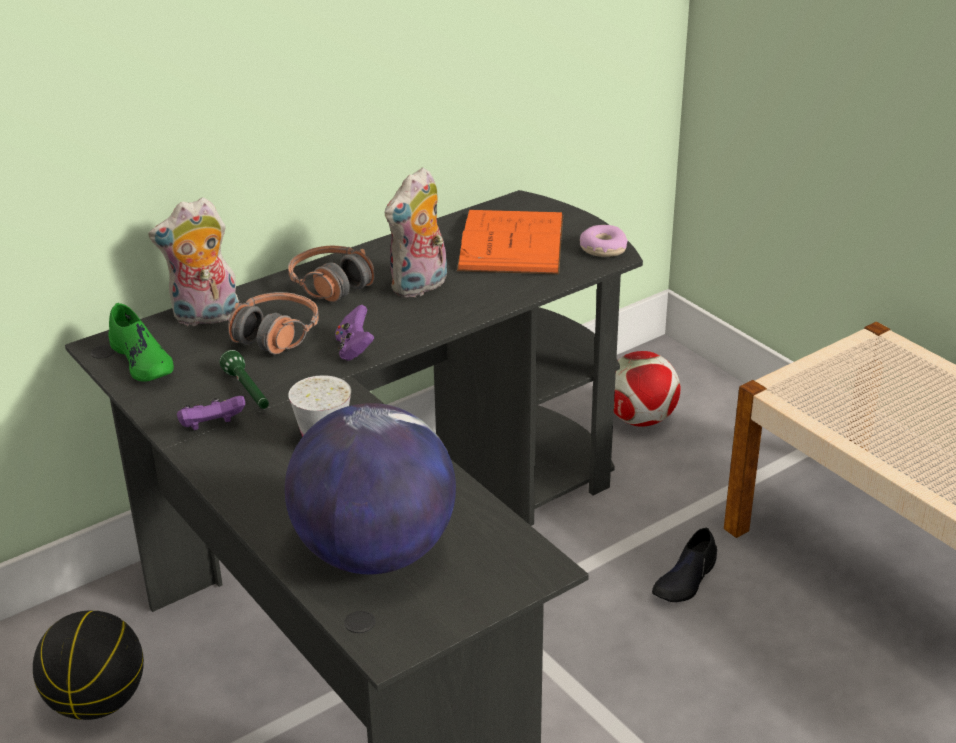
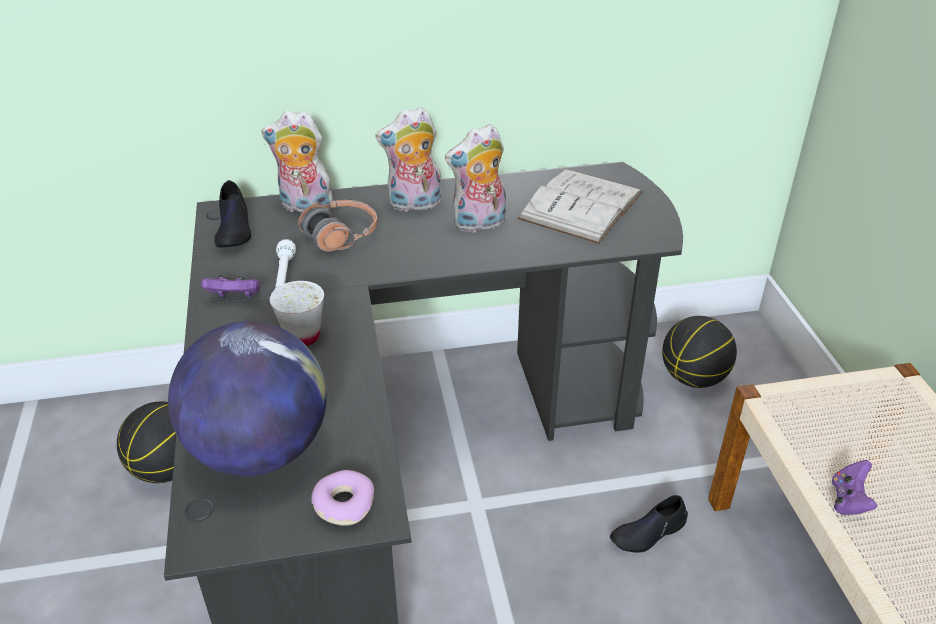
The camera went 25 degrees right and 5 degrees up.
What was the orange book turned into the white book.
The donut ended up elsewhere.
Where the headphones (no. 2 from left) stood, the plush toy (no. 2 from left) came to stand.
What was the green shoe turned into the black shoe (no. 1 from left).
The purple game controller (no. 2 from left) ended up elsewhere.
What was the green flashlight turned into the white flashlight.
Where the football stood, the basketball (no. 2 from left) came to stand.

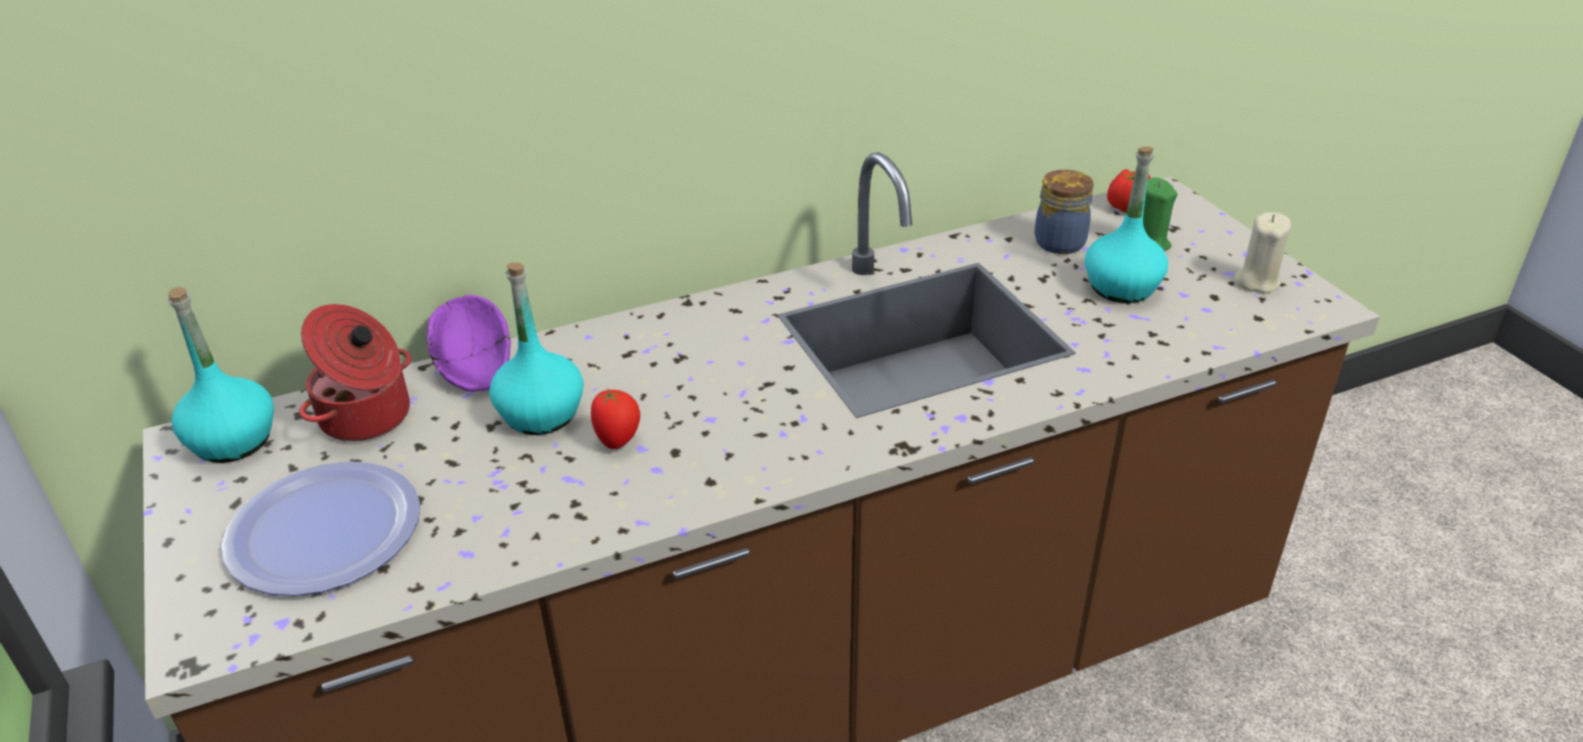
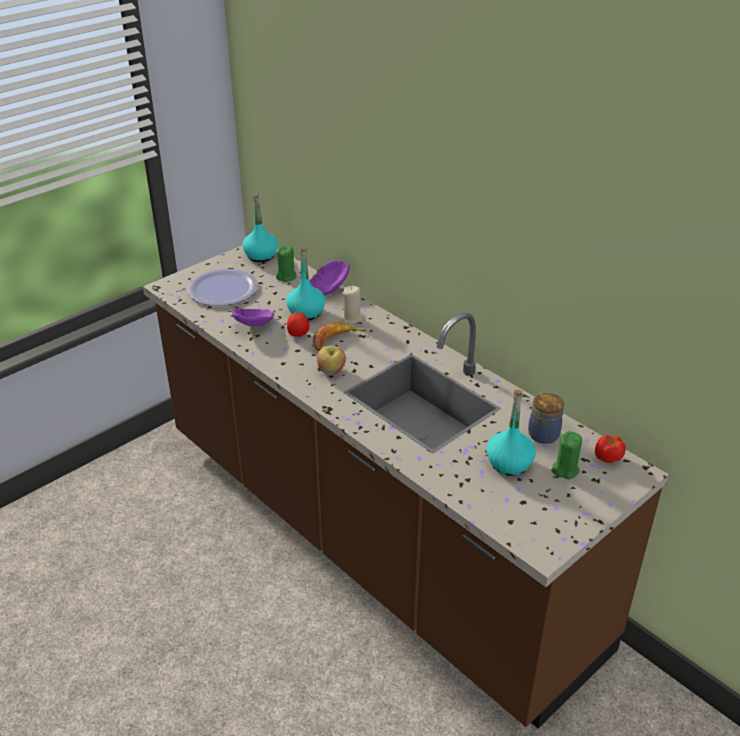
The camera went 70 degrees right and 0 degrees up.
The beige candle ended up elsewhere.
Where the cooking pot stood, the green candle (no. 1 from left) came to stand.
The second view gained the purple bowl (no. 1 from left).
The second view gained the banana.
The second view gained the apple.

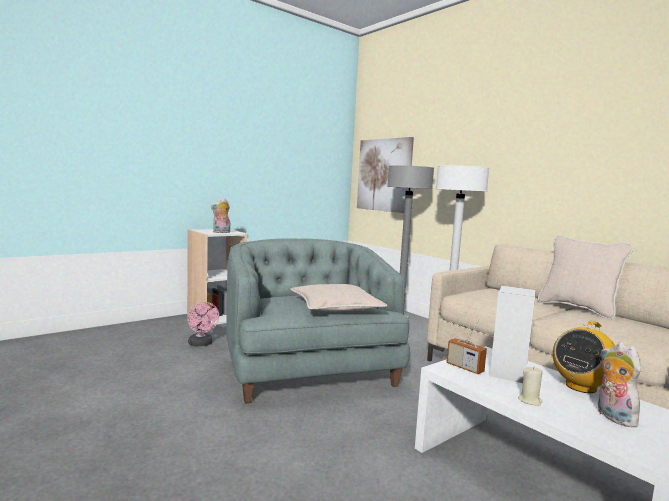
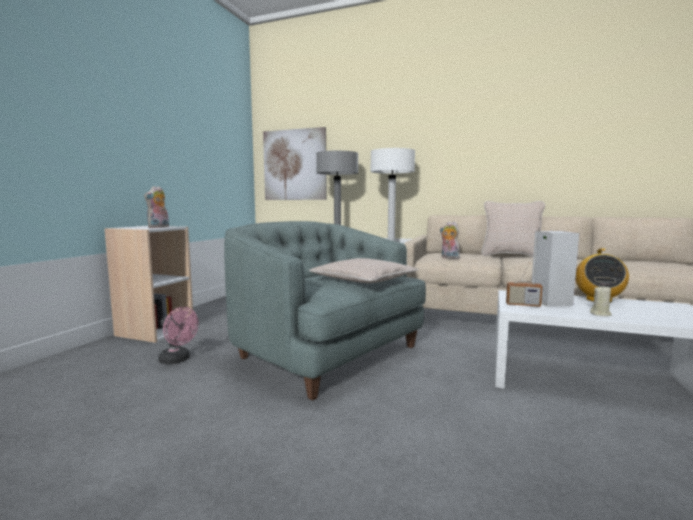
The camera went 30 degrees left and 0 degrees up.
The plush toy (no. 2 from left) ended up elsewhere.

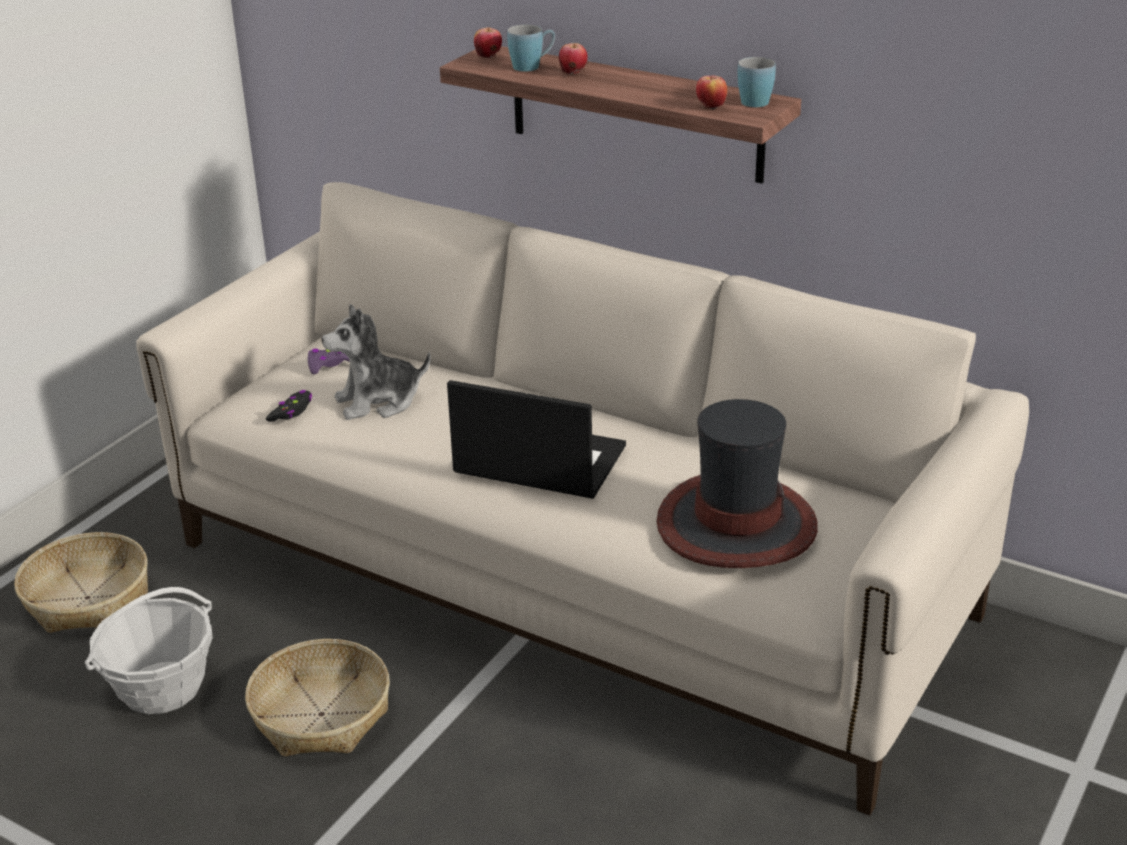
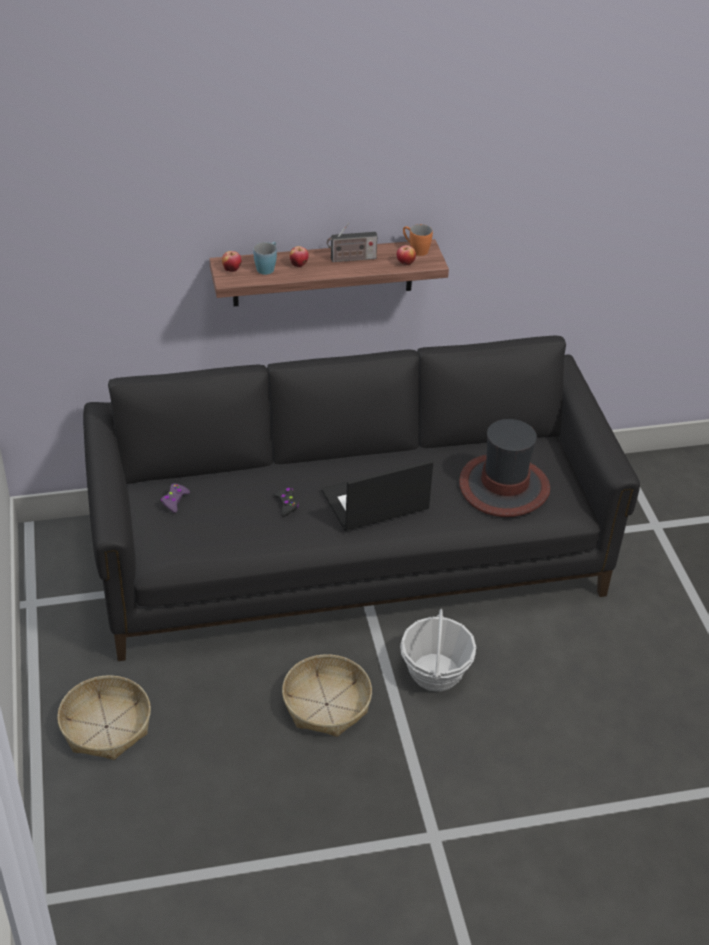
The camera went 45 degrees left and 10 degrees up.
What was the blue mug (no. 2 from left) turned into the orange mug.
What was the beige sofa turned into the black sofa.
The second view lost the plush toy.
The black game controller ended up elsewhere.
The basket (no. 2 from left in the first image) ended up elsewhere.
The second view gained the radio.

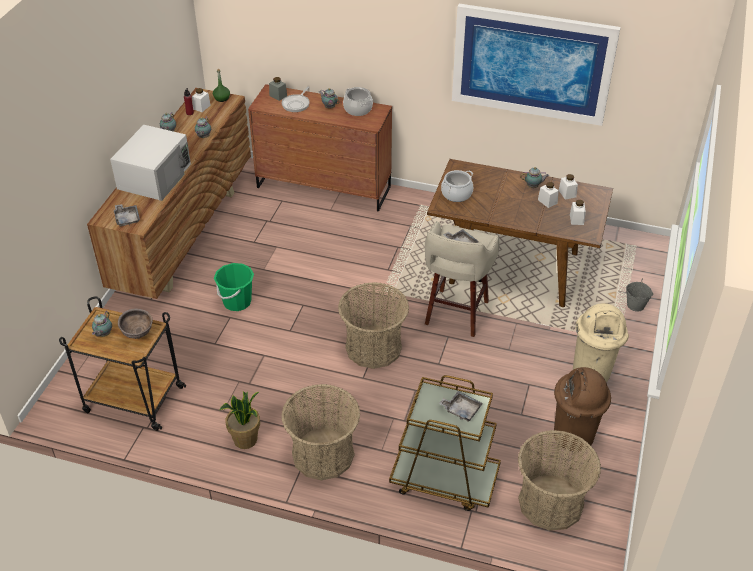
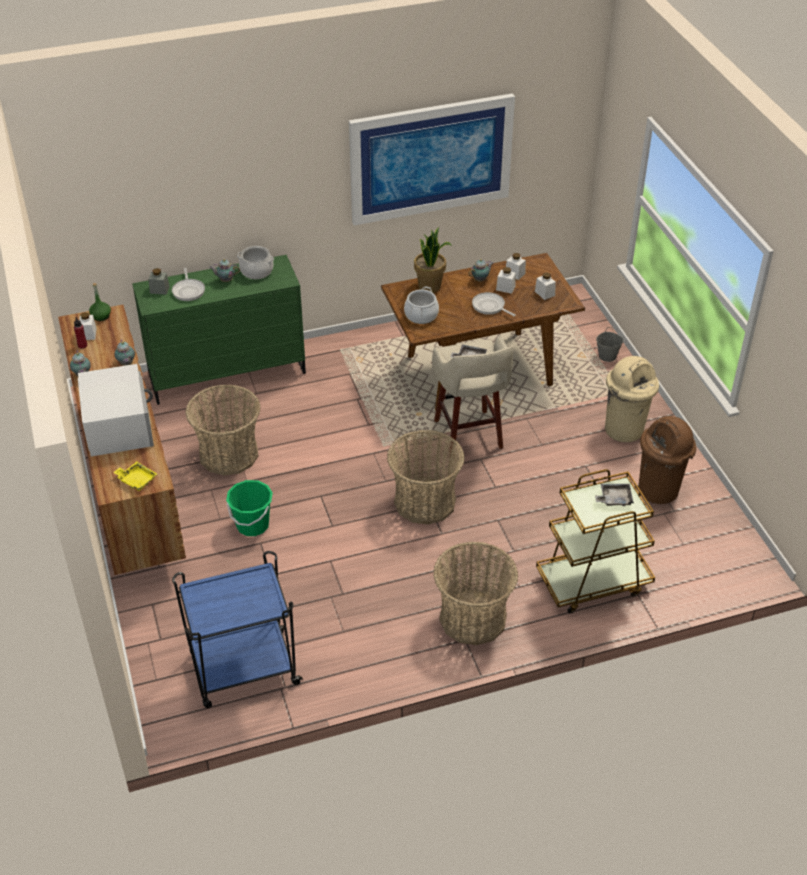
The camera went 35 degrees left and 0 degrees up.
What was the brown dresser turned into the green dresser.
What was the grey tray (no. 1 from left) turned into the yellow tray.
What was the brown cart (no. 1 from left) turned into the blue cart.
The second view lost the brown bowl.
The second view lost the teapot (no. 1 from left).
The potted plant ended up elsewhere.
The basket (no. 3 from left in the first image) ended up elsewhere.
The second view gained the frying pan (no. 2 from left).

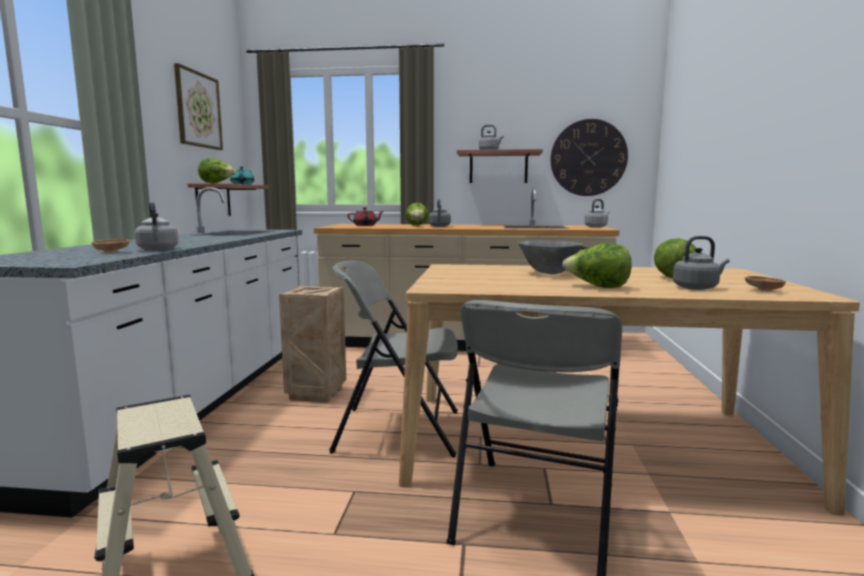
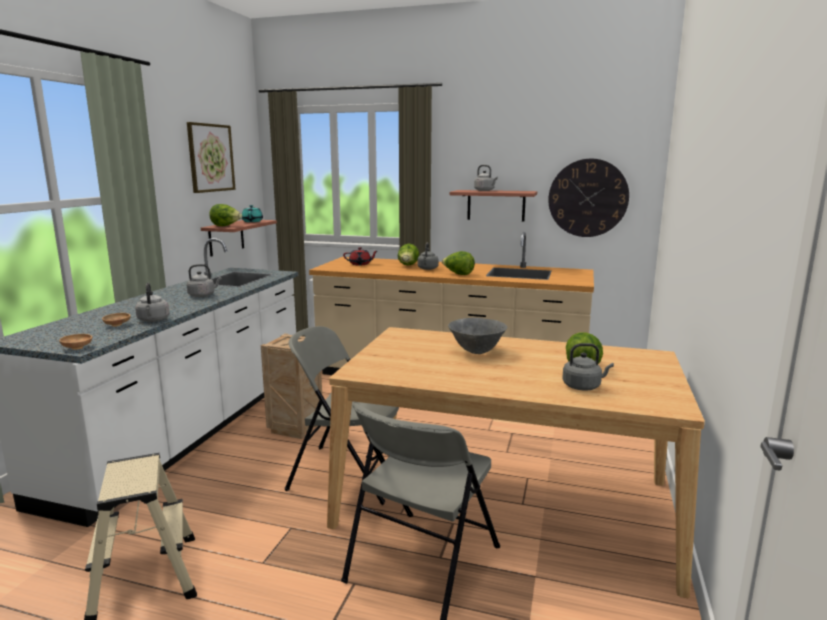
The camera went 10 degrees right and 5 degrees up.
The grey kettle (no. 4 from left in the first image) ended up elsewhere.
The lettuce (no. 3 from left) ended up elsewhere.
The brown bowl (no. 2 from left in the first image) ended up elsewhere.

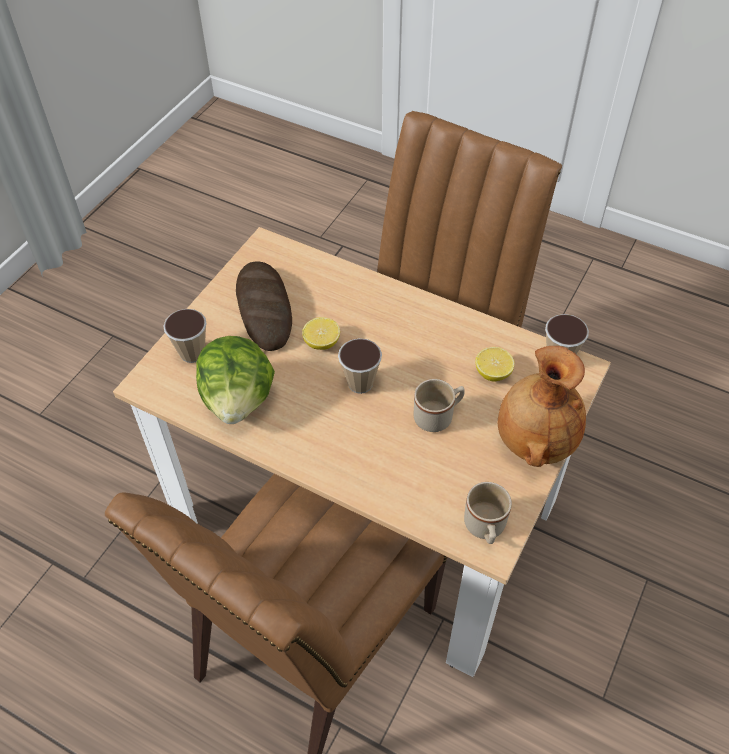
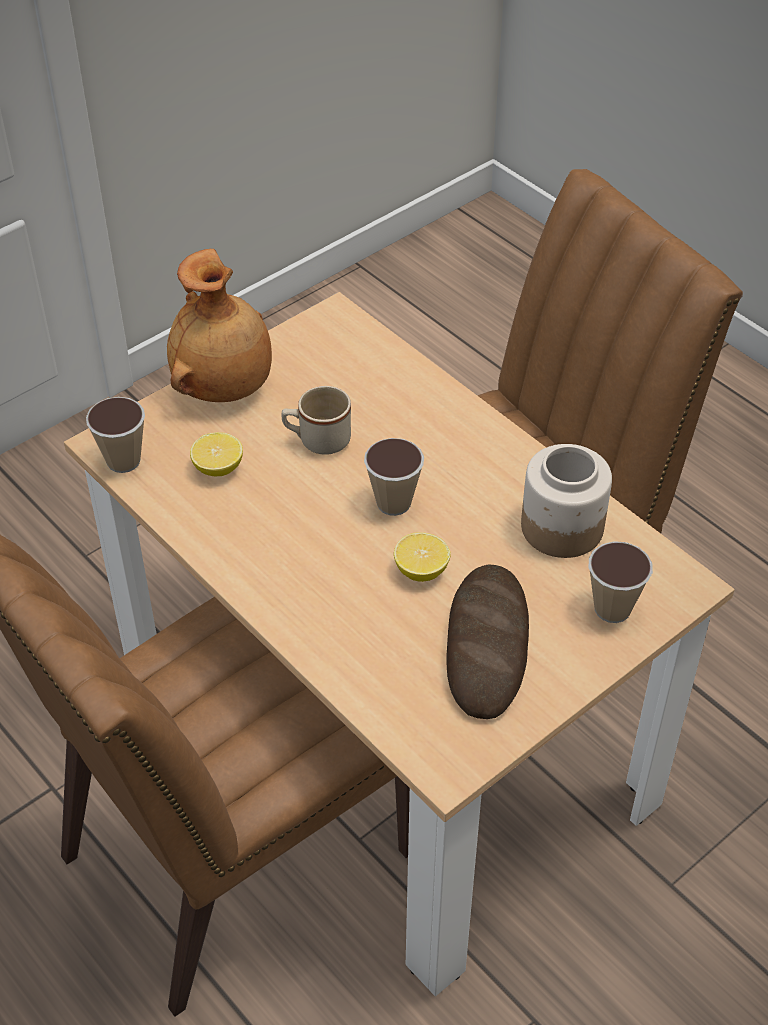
The camera went 160 degrees left and 5 degrees down.
Where the lettuce stood, the jar came to stand.
The second view lost the beige mug (no. 2 from left).

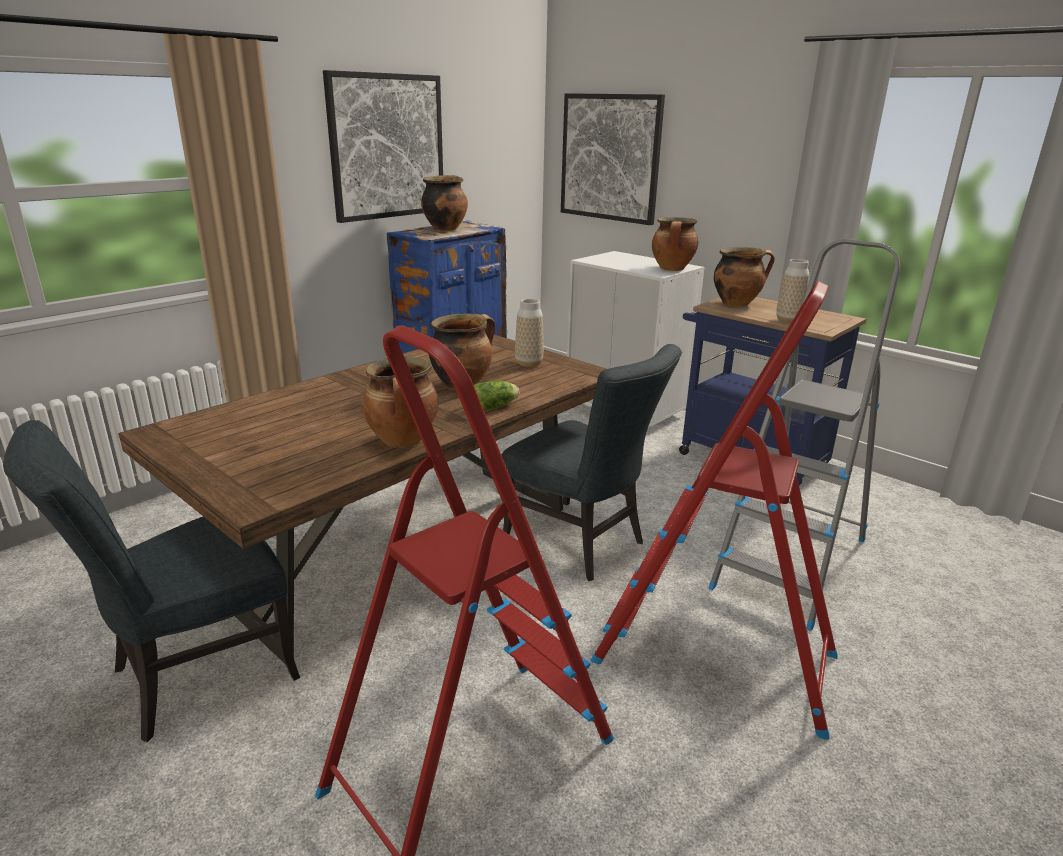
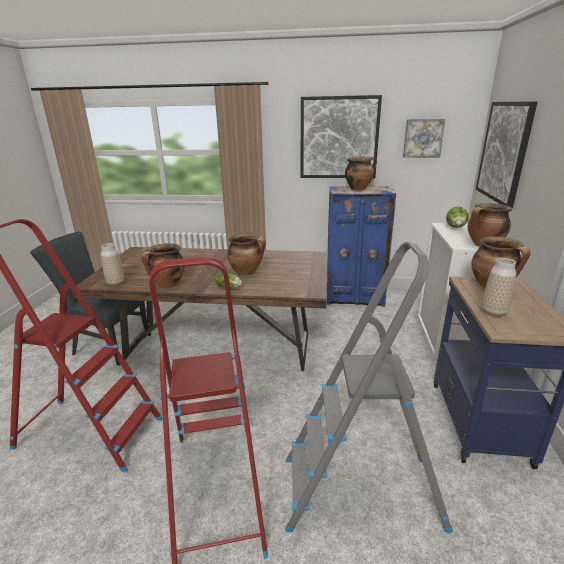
The camera went 55 degrees right and 0 degrees up.
The vase (no. 1 from left) ended up elsewhere.
The second view lost the grey chair (no. 2 from left).
The second view gained the picture (no. 2 from left).
The second view gained the lettuce (no. 2 from left).

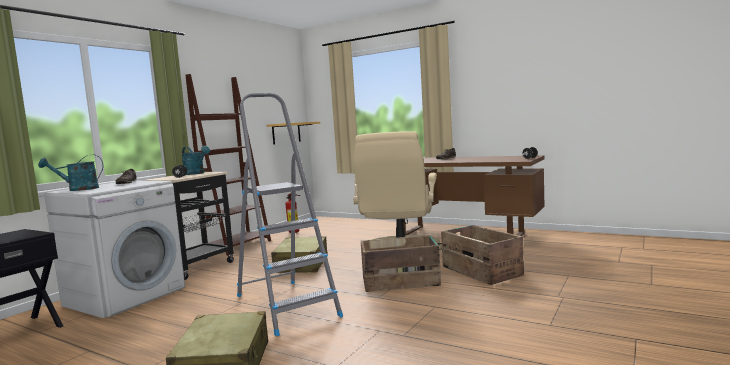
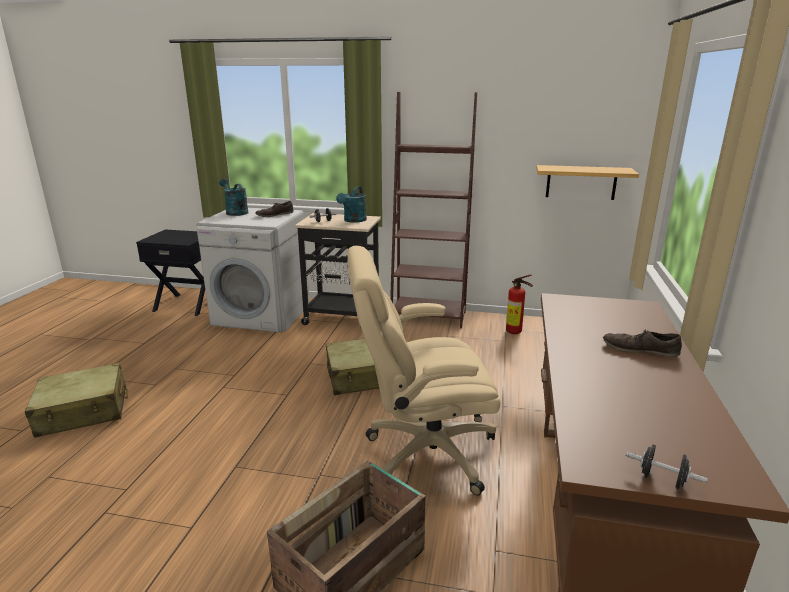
The camera went 70 degrees right and 15 degrees up.
The second view lost the grey step ladder.
The second view lost the crate (no. 1 from left).

